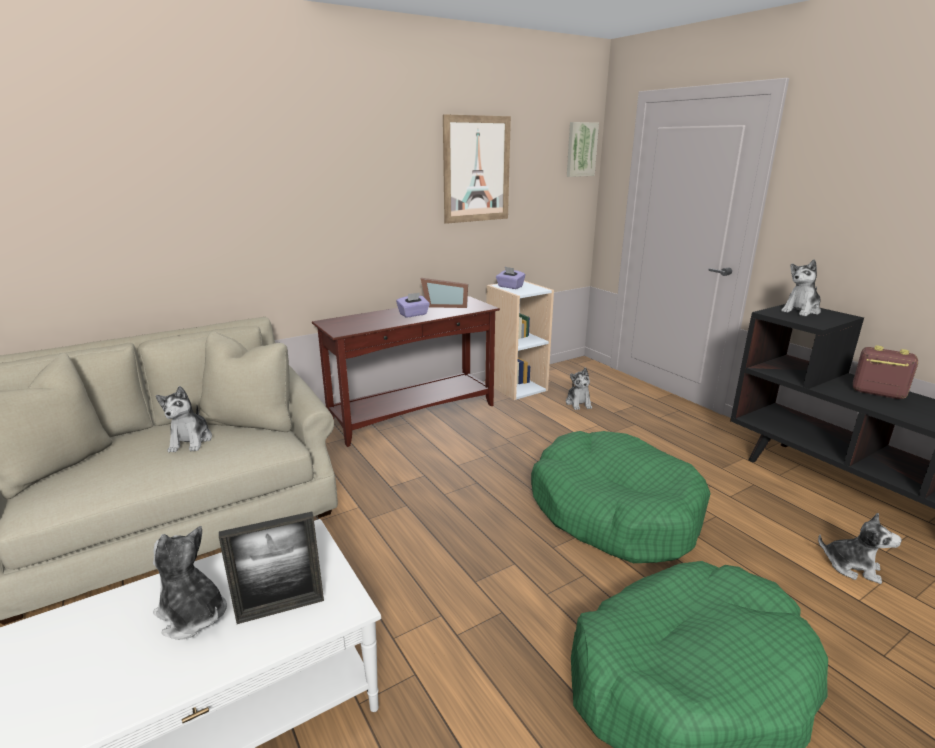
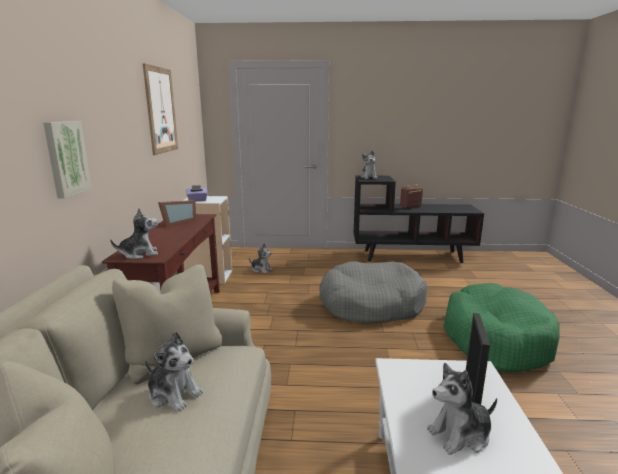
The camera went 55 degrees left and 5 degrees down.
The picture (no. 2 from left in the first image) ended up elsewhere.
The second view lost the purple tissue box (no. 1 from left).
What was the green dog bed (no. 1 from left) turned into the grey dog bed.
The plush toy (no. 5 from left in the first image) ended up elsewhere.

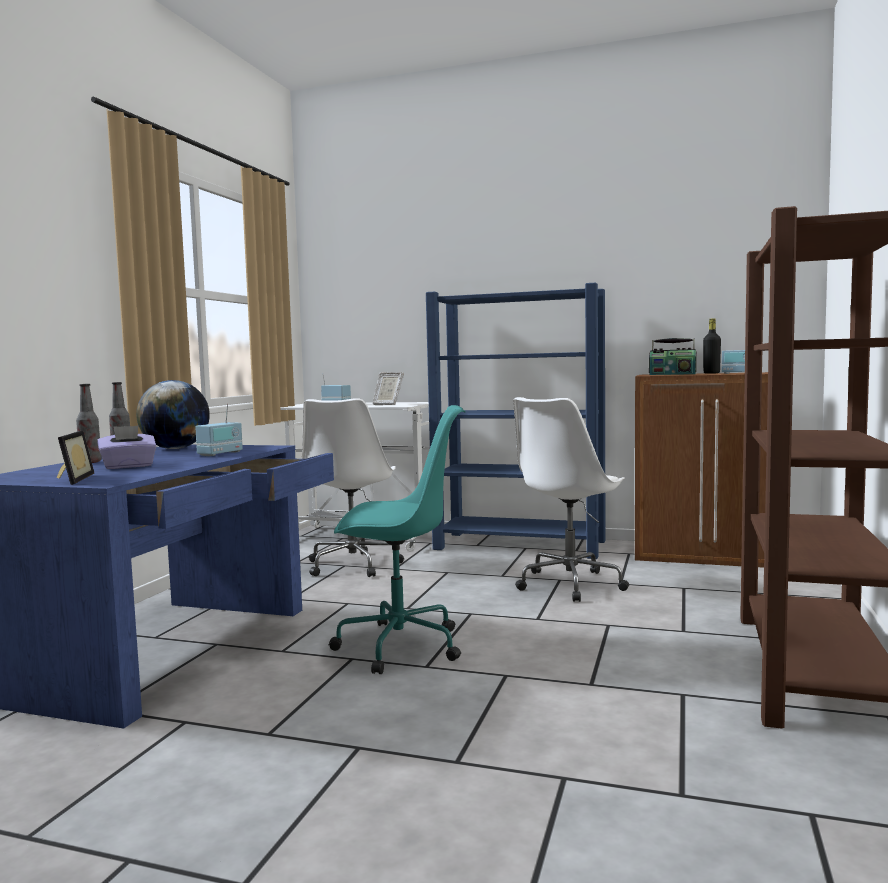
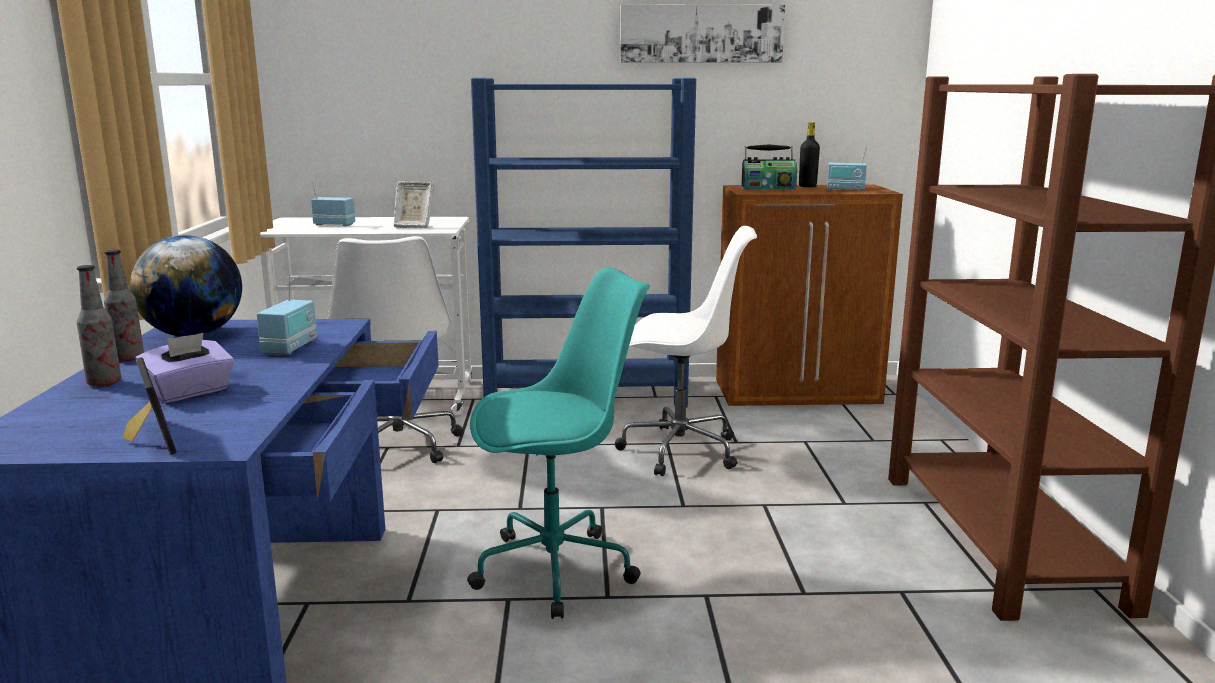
The camera went 20 degrees left and 10 degrees up.
The white office chair (no. 2 from left) ended up facing another way, 105 degrees counterclockwise from before.
The second view gained the picture.

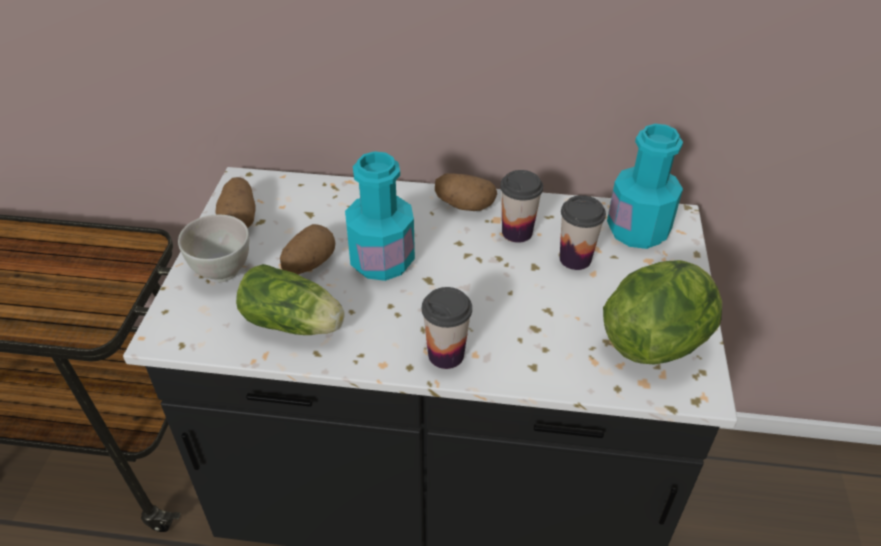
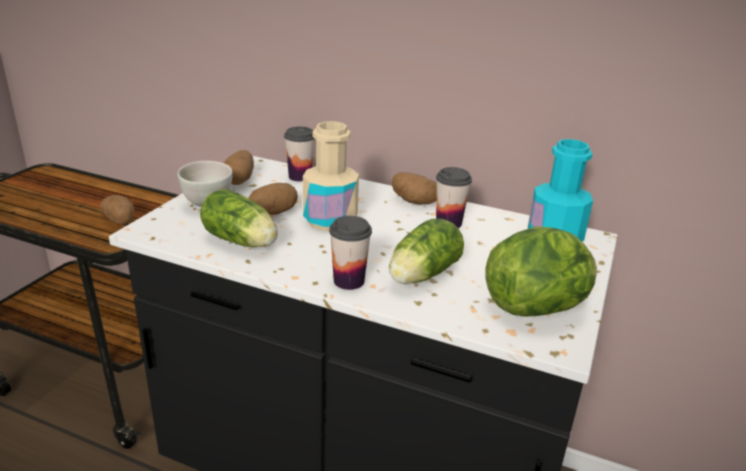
The camera went 15 degrees right and 15 degrees down.
What was the turquoise bottle (no. 1 from left) turned into the beige bottle.
The cup (no. 3 from left in the first image) ended up elsewhere.
The second view gained the potato (no. 1 from left).
The second view gained the lettuce (no. 2 from left).

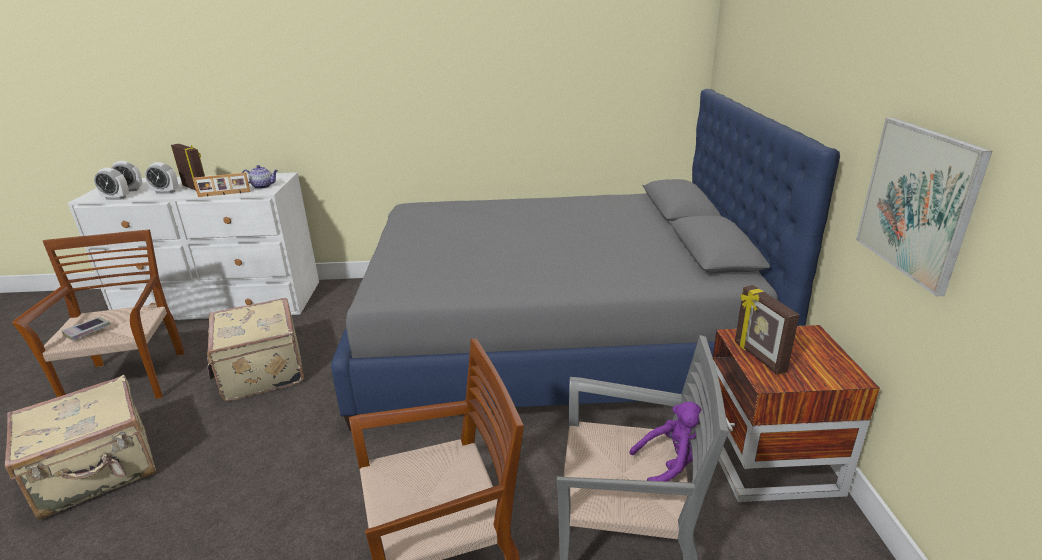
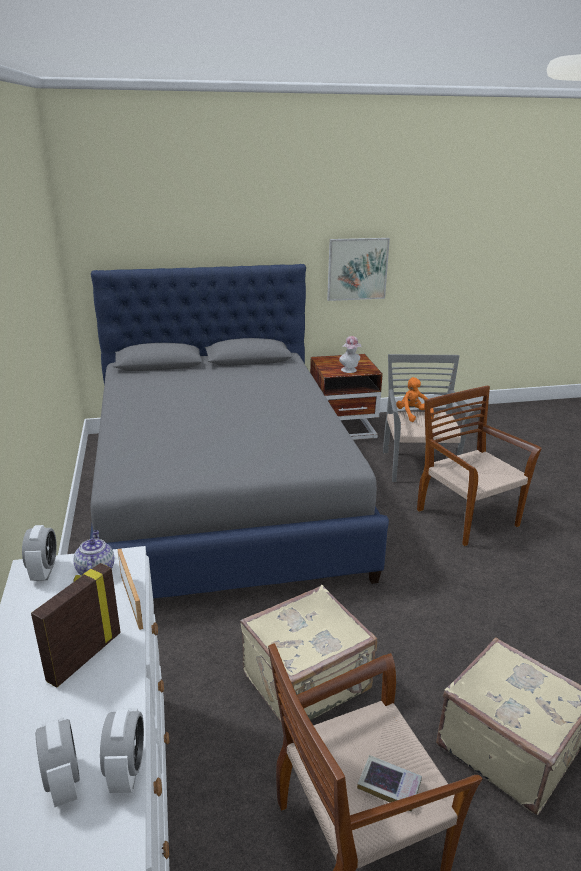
The camera went 100 degrees left and 0 degrees up.
The alarm clock (no. 3 from left in the first image) ended up elsewhere.
Where the picture frame (no. 3 from left) stood, the hat came to stand.
What was the purple plush toy turned into the orange plush toy.

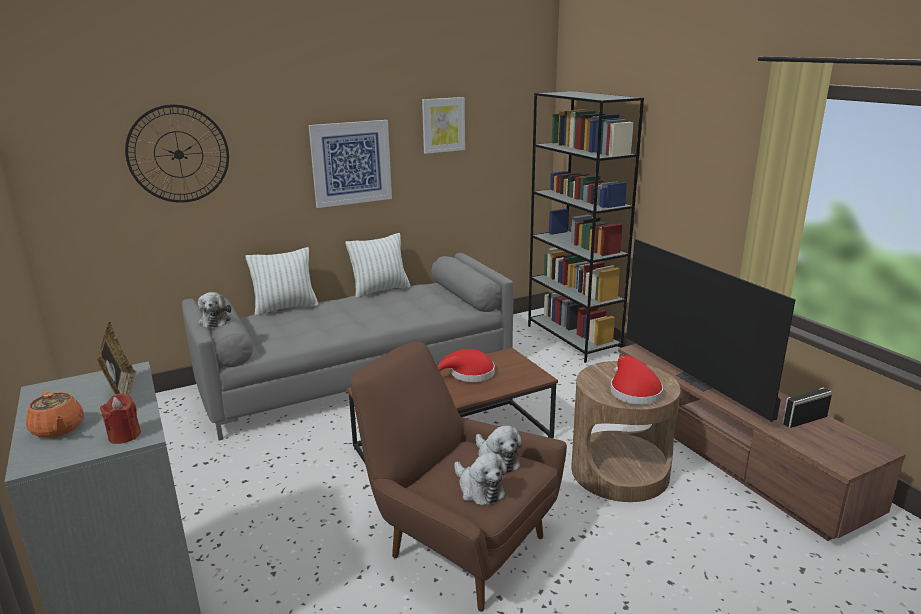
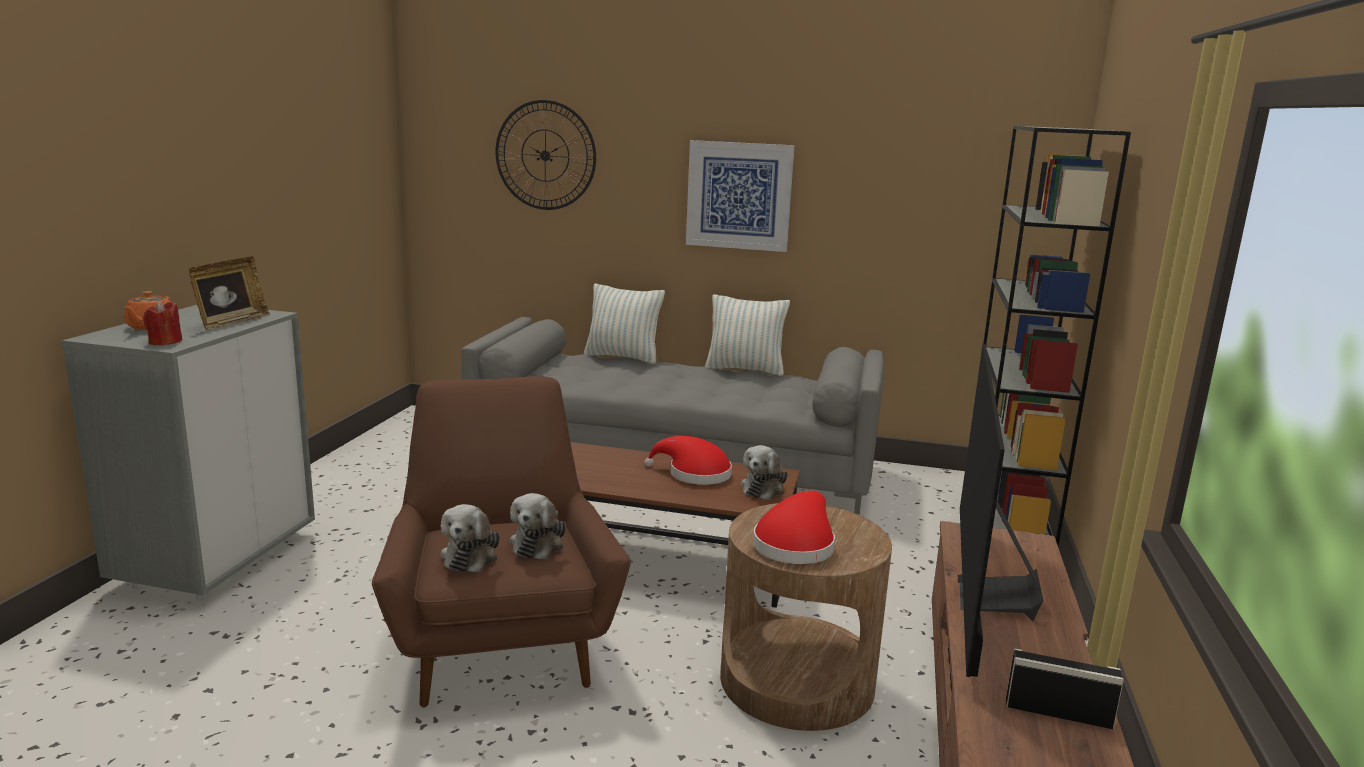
The camera went 40 degrees right and 5 degrees down.
The second view lost the picture (no. 2 from left).
The plush toy (no. 1 from left in the first image) ended up elsewhere.

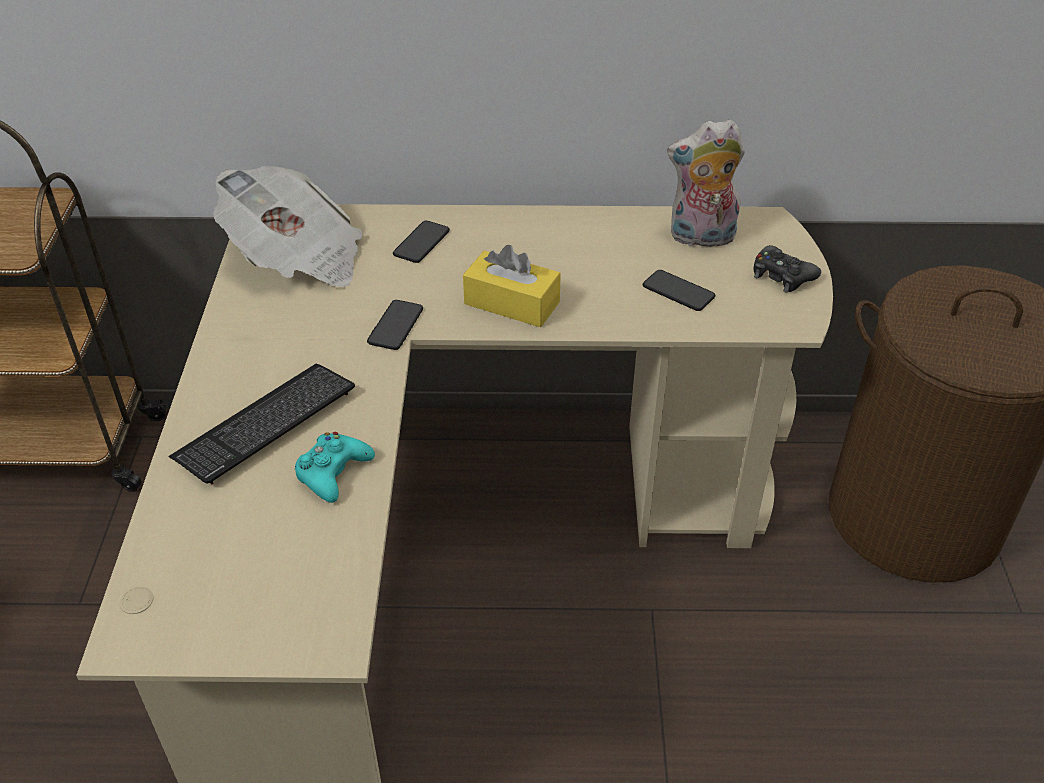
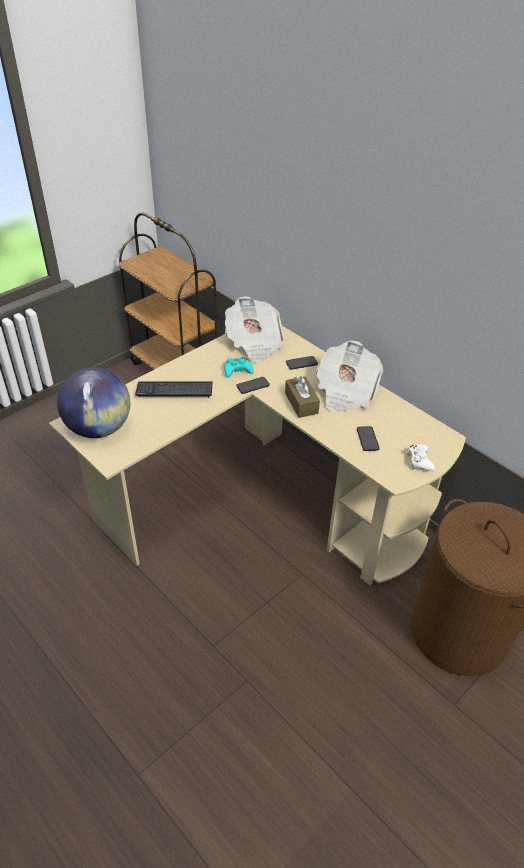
The camera went 45 degrees right and 0 degrees up.
The second view lost the plush toy.
What was the yellow tissue box turned into the brown tissue box.
What was the black game controller turned into the white game controller.
The turquoise game controller ended up elsewhere.
The second view gained the newspaper (no. 2 from left).
The second view gained the globe.

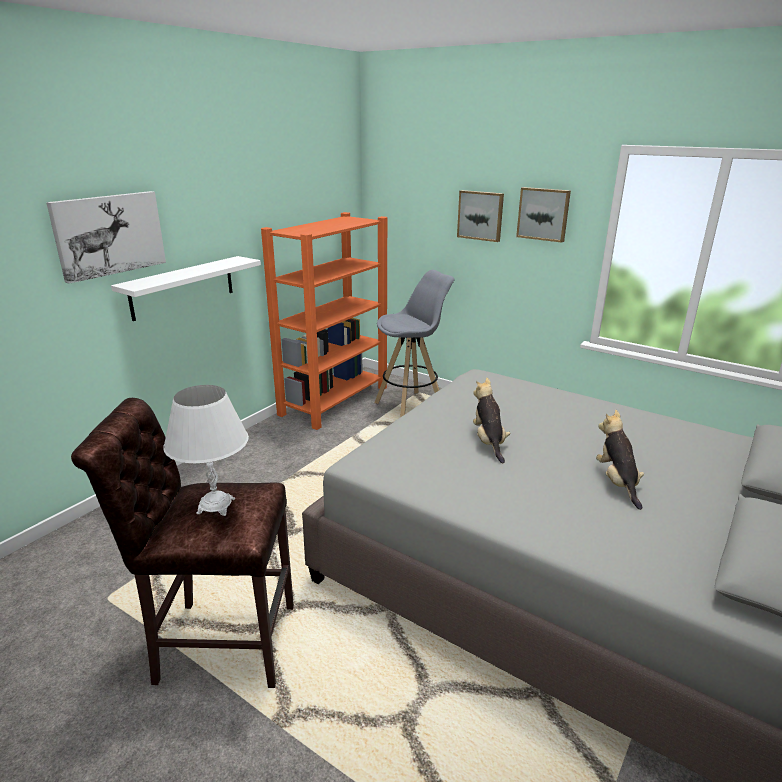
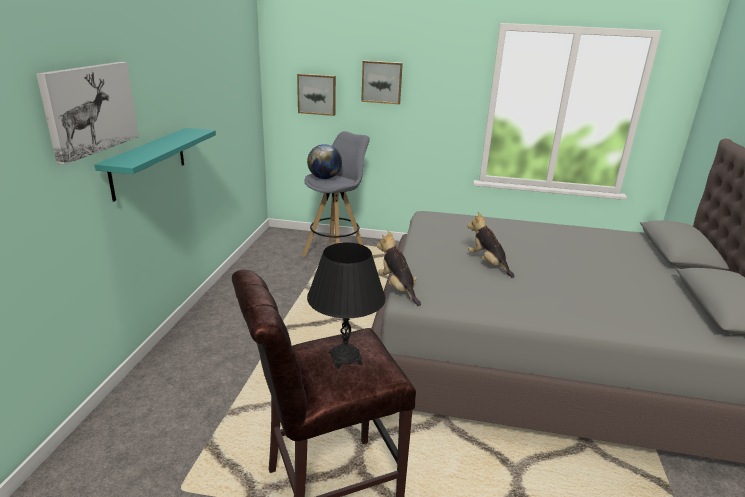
The camera went 25 degrees left and 0 degrees up.
The picture (no. 3 from left in the first image) ended up elsewhere.
The second view lost the orange bookcase.
What was the white shelf turned into the turquoise shelf.
What was the white table lamp turned into the black table lamp.
The plush toy (no. 2 from left in the first image) ended up elsewhere.
The second view gained the globe.

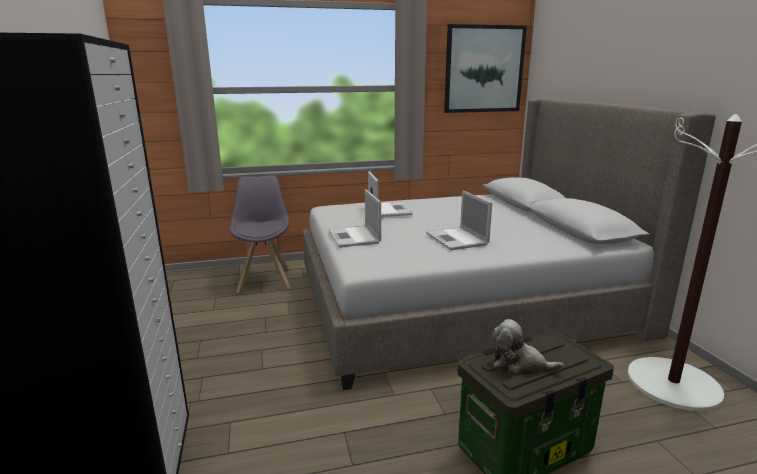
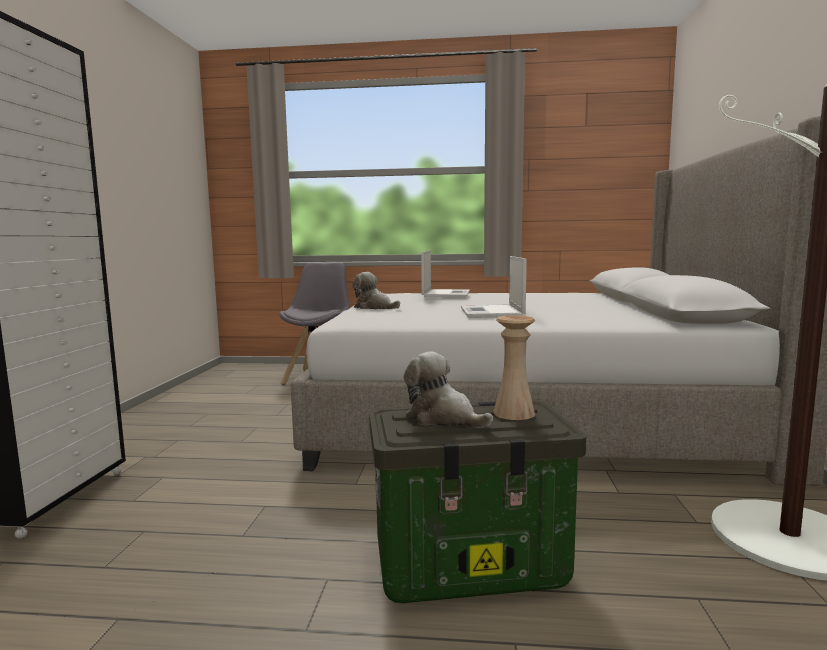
The camera went 20 degrees right and 10 degrees down.
The second view lost the picture.
Where the laptop (no. 1 from left) stood, the plush toy (no. 1 from left) came to stand.
The second view gained the beige vase.

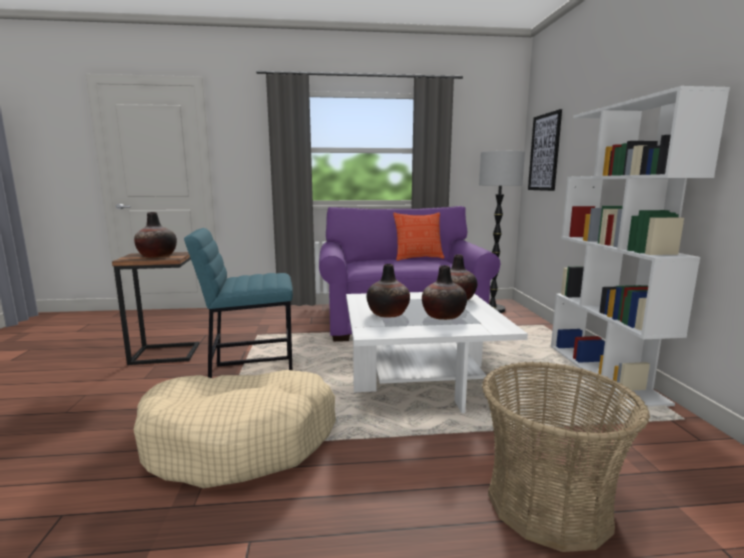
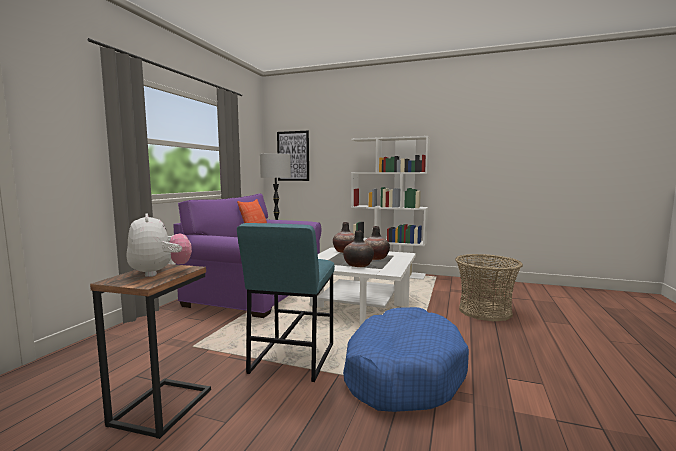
The camera went 65 degrees left and 5 degrees down.
Where the vase (no. 1 from left) stood, the plush toy came to stand.
What was the beige dog bed turned into the blue dog bed.

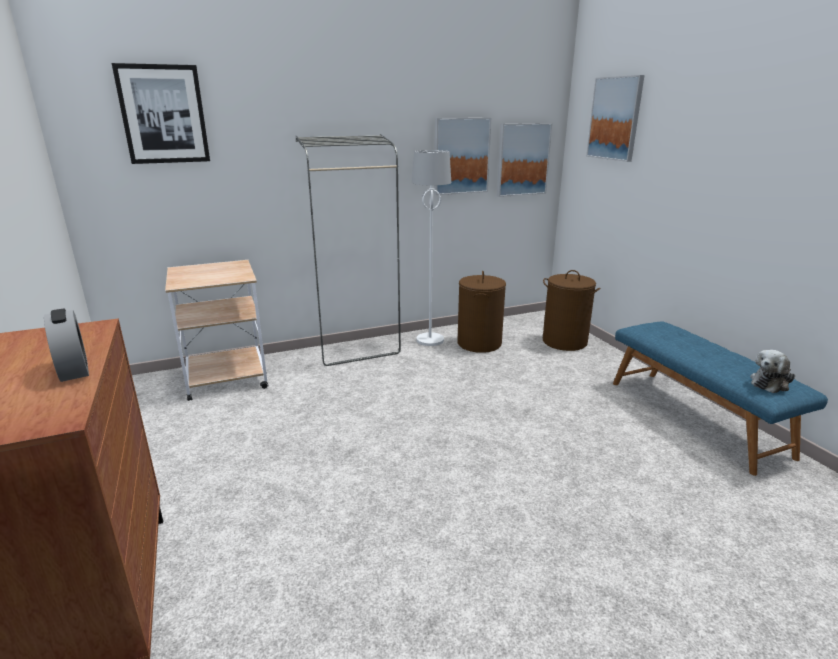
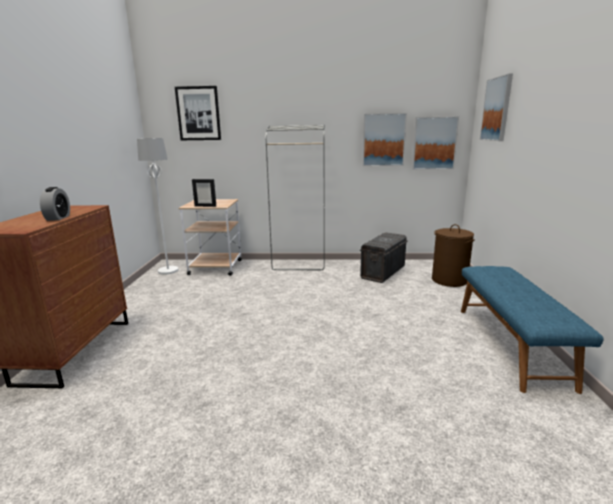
The camera went 25 degrees right and 5 degrees down.
The white floor lamp ended up elsewhere.
Where the brown laundry basket (no. 1 from left) stood, the grey storage box came to stand.
The second view lost the plush toy.
The second view gained the picture frame.

